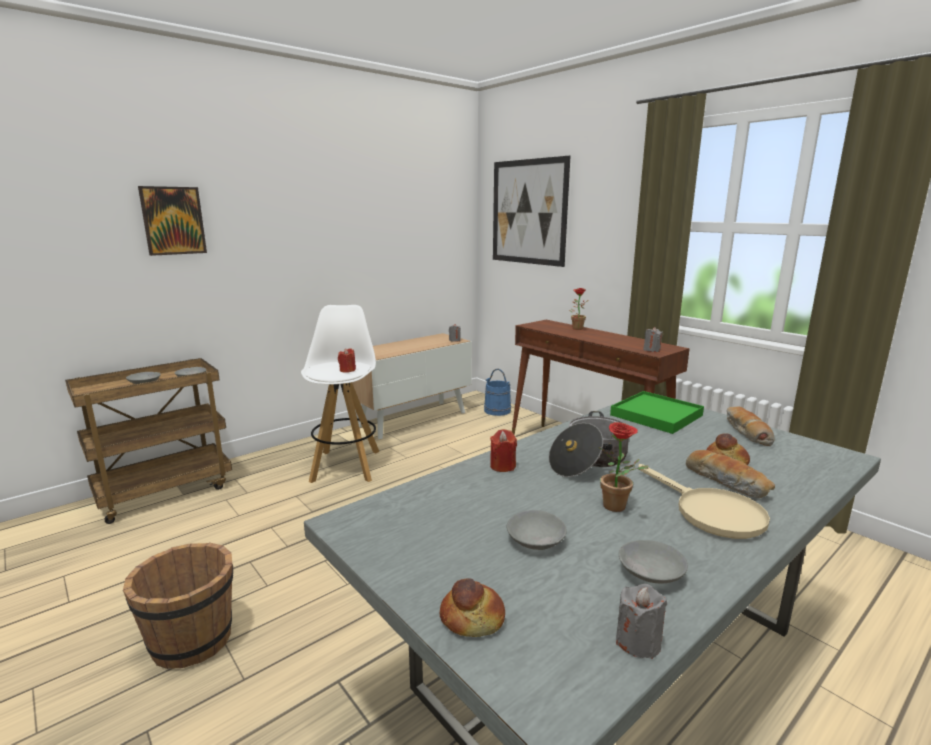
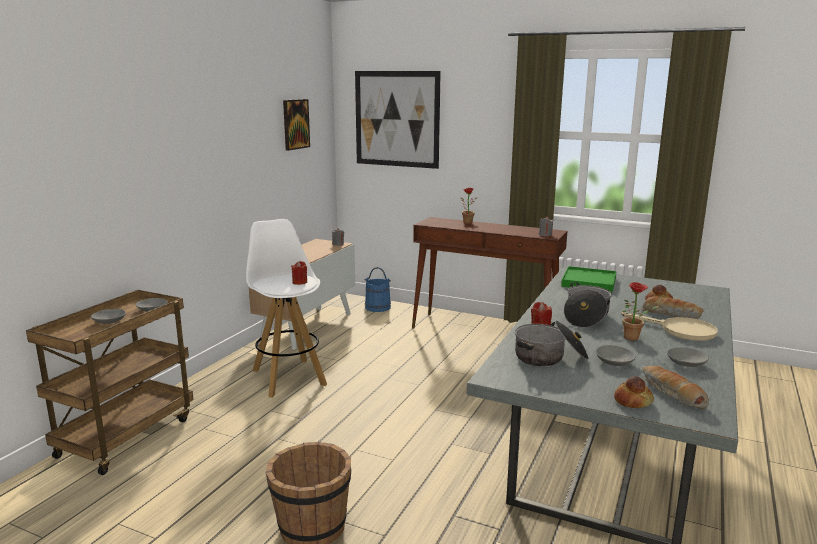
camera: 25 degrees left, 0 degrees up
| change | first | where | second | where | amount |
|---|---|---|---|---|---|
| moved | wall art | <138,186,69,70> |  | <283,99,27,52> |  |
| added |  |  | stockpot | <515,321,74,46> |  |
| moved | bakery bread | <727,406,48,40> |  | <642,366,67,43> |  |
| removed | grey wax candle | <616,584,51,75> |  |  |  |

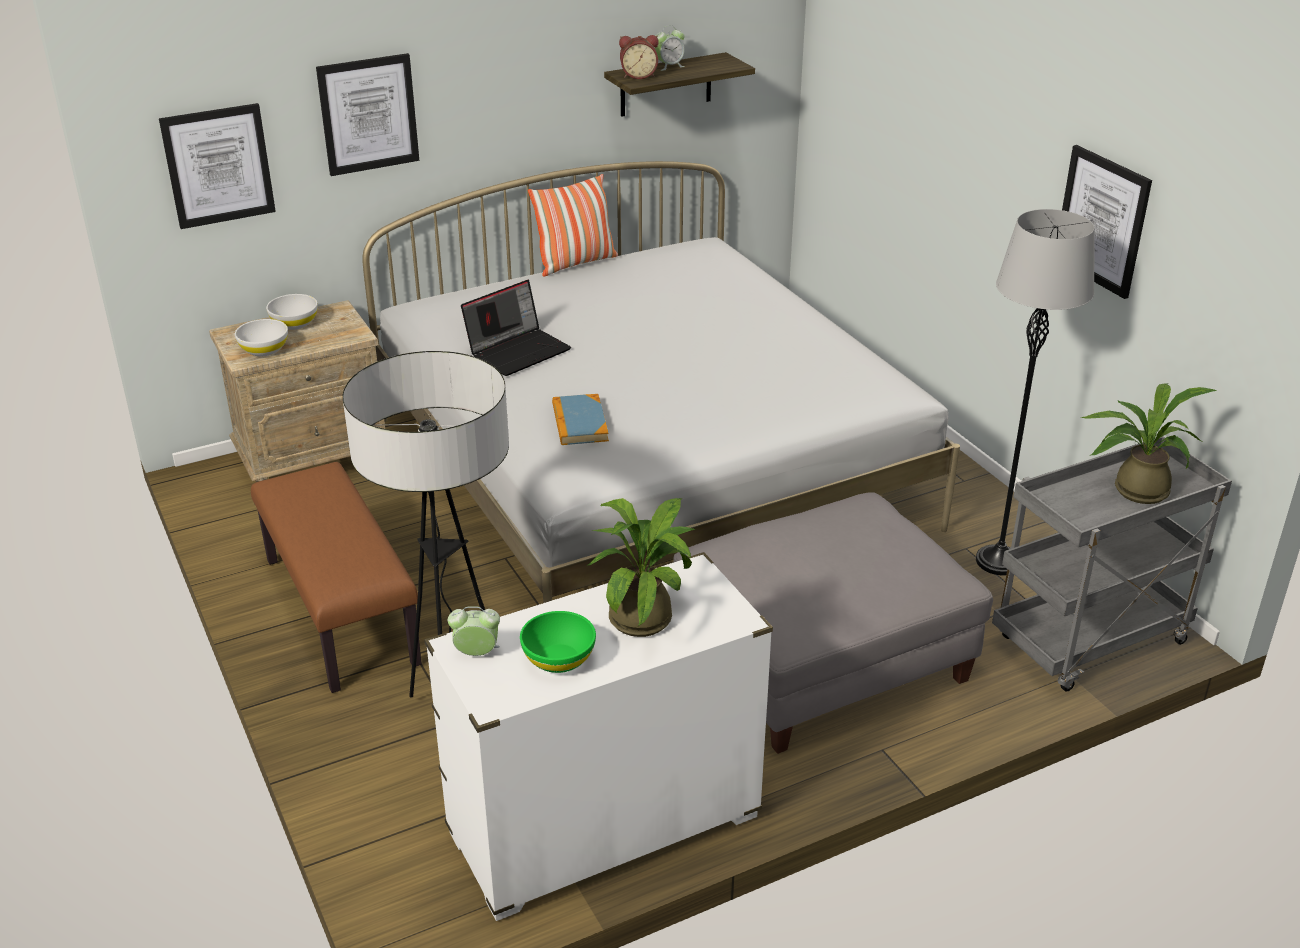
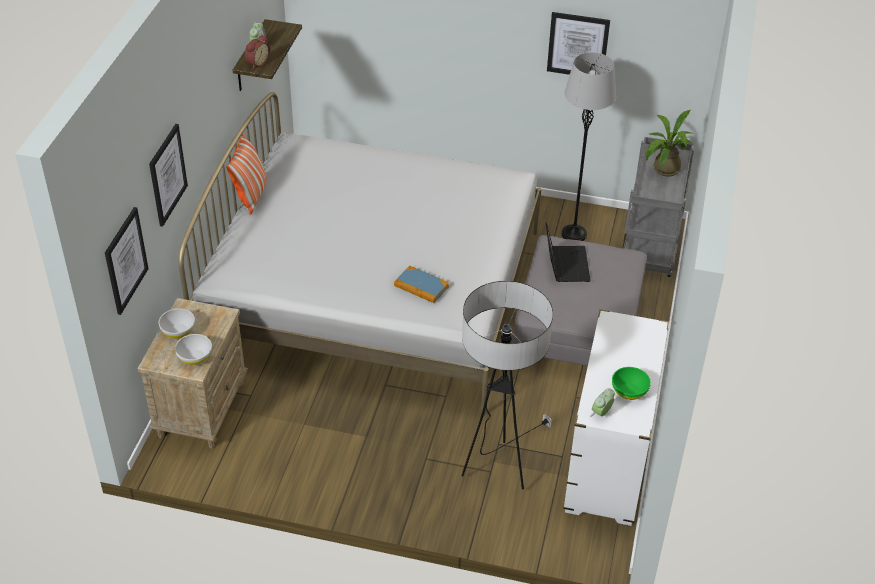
camera: 50 degrees left, 10 degrees up
| change | first | where | second | where | amount |
|---|---|---|---|---|---|
| moved | notebook computer | <461,280,110,96> |  | <546,222,45,60> |  |
| removed | brown long seat | <251,462,171,231> |  |  |  |
| removed | potted plant | <587,498,109,139> |  |  |  |

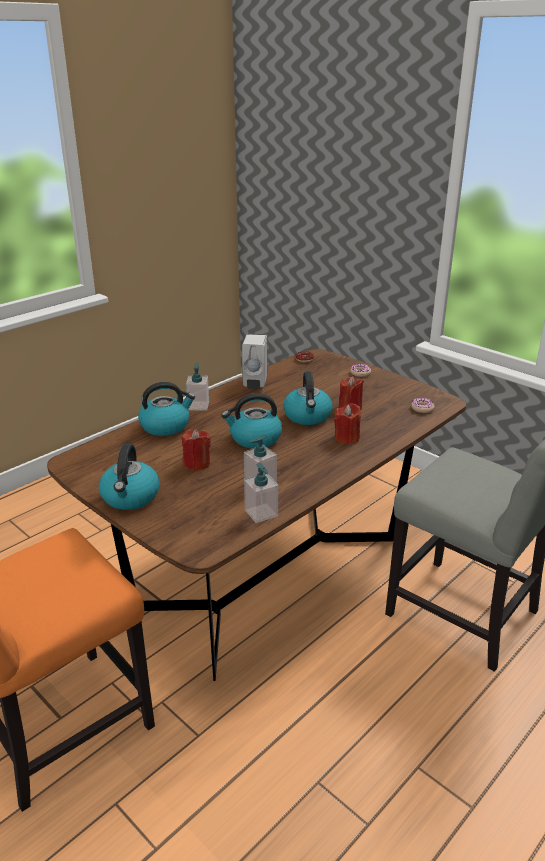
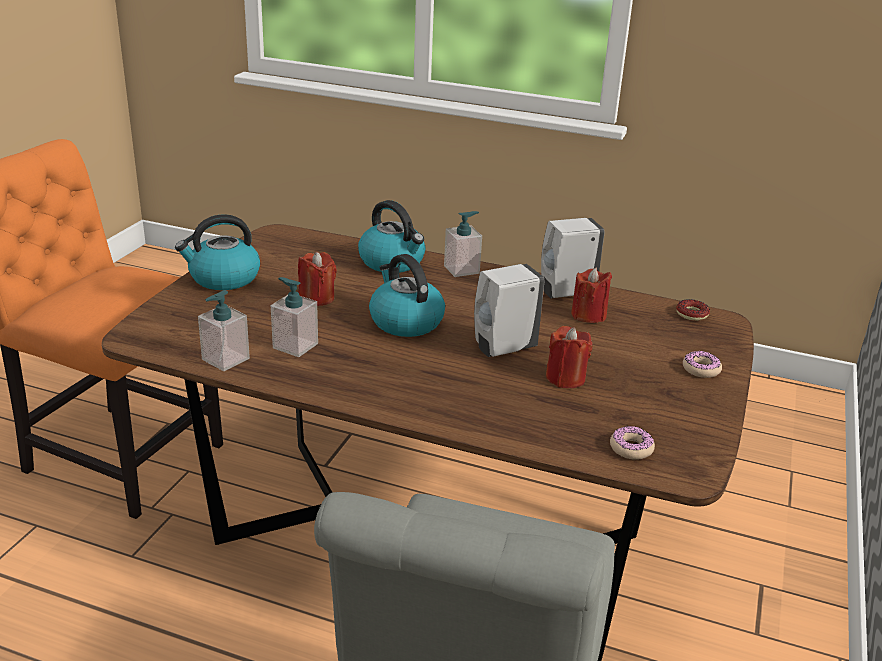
camera: 65 degrees right, 0 degrees up
| change | first | where | second | where | amount |
|---|---|---|---|---|---|
| replaced | water kettle | <283,371,49,54> | whitish soap bottle | <474,264,71,93> |  |
| moved | reddish wax candle | <334,403,27,41> |  | <571,268,41,55> |  |

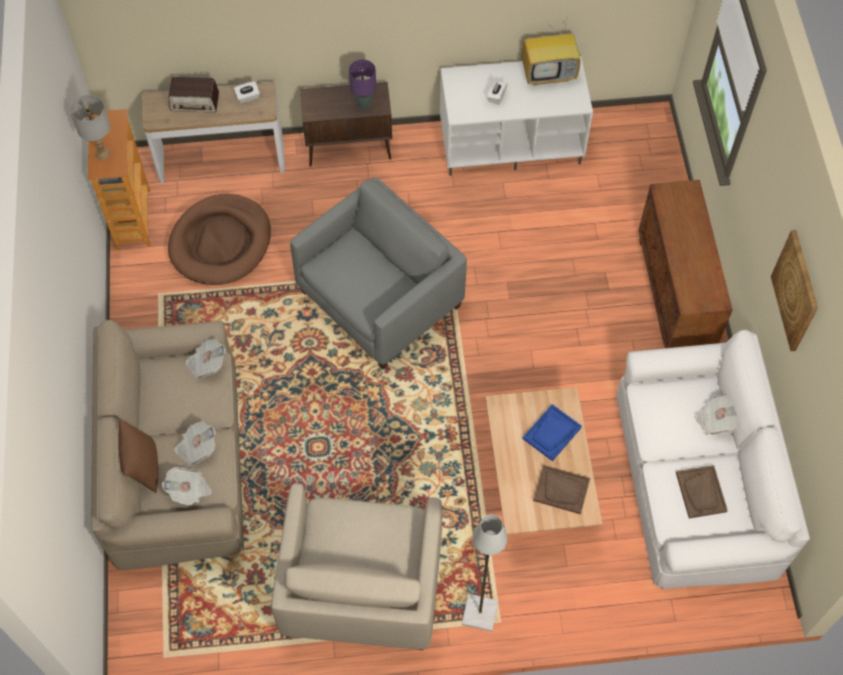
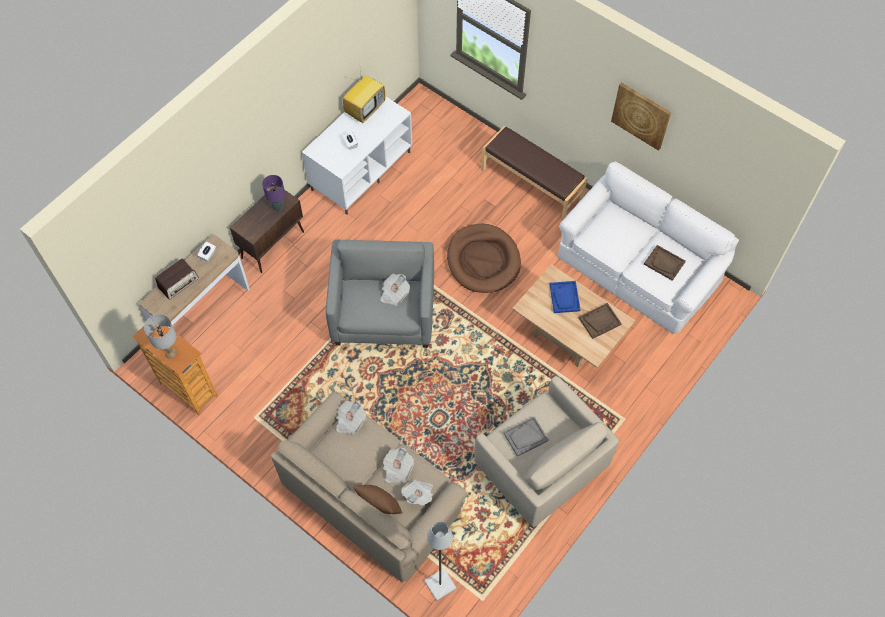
camera: 45 degrees left, 0 degrees up
| change | first | where | second | where | amount |
|---|---|---|---|---|---|
| moved | newspaper | <694,396,45,39> |  | <381,274,29,32> |  |
| moved | grey standing lamp | <462,514,45,117> |  | <424,521,32,80> |  |
| moved | brown pet bed | <168,194,103,91> |  | <447,224,74,69> |  |
| replaced | brown cupboard | <638,180,95,168> | brown long seat | <482,126,105,96> |  |
| added |  |  | grey serving tray | <503,417,46,40> |  |

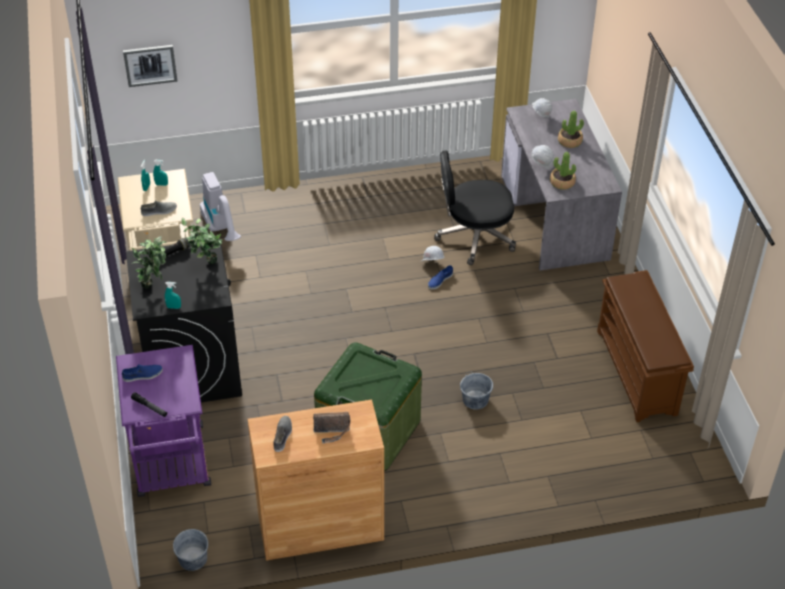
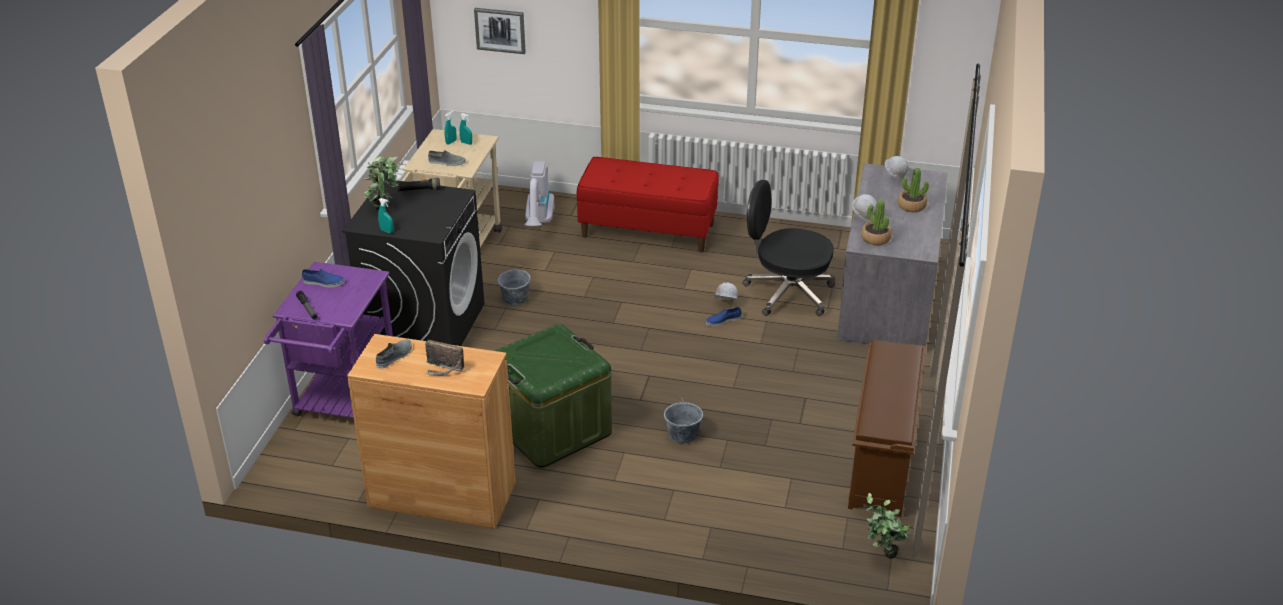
camera: 25 degrees right, 10 degrees down
| change | first | where | second | where | amount |
|---|---|---|---|---|---|
| moved | grey pail | <173,529,35,42> |  | <498,263,33,42> |  |
| added |  |  | reddish long seat | <577,157,142,96> |  |
| moved | potted plant | <182,217,40,47> |  | <866,493,44,66> |  |

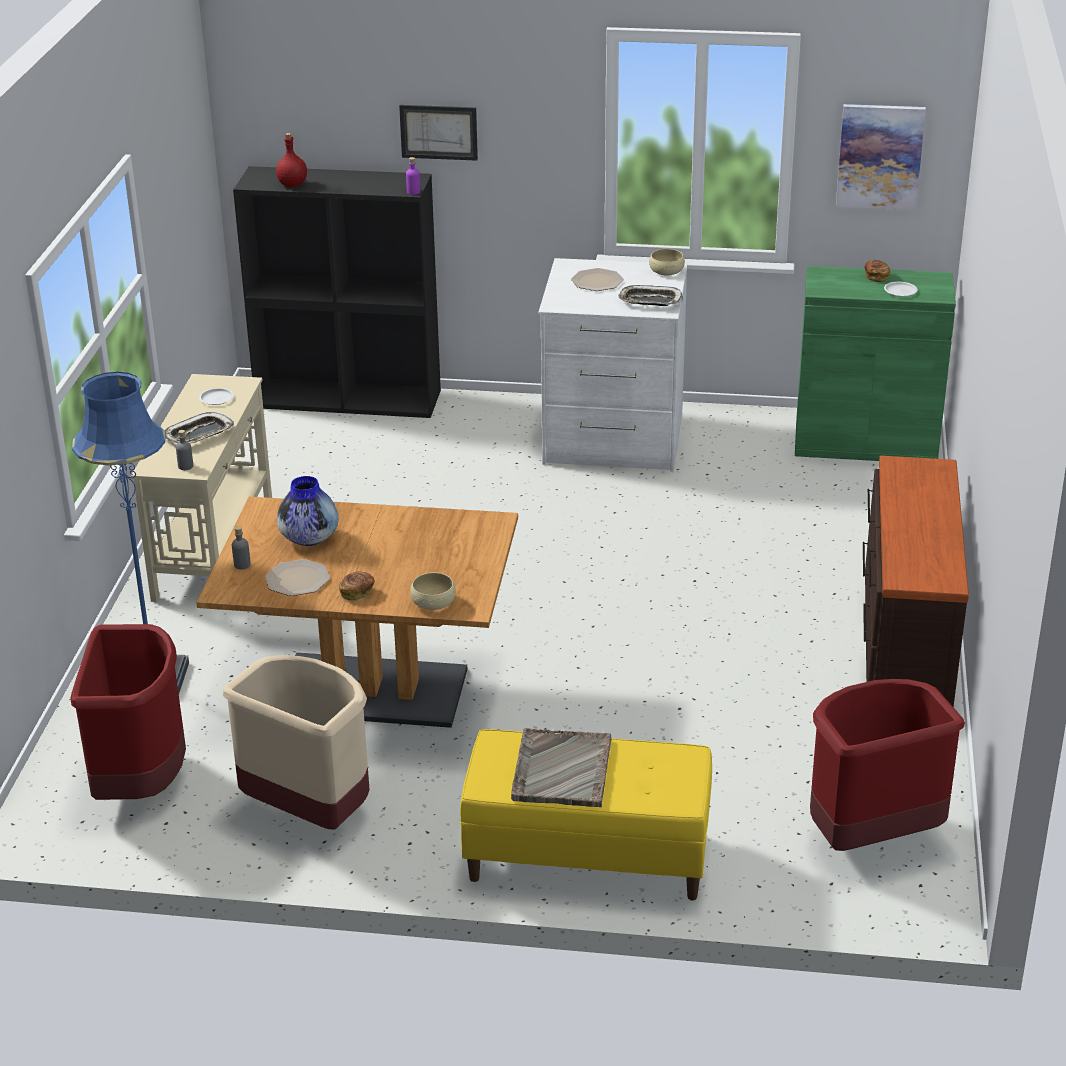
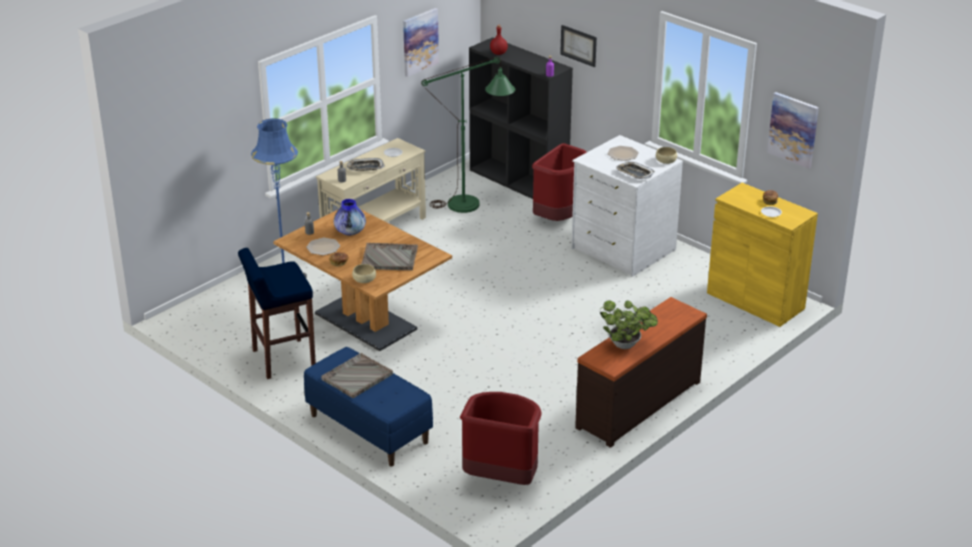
camera: 35 degrees right, 0 degrees up
| change | first | where | second | where | amount |
|---|---|---|---|---|---|
| replaced | beige rubbish bin | <222,655,147,175> | blue-coloured stool seat | <238,248,78,131> |  |
| recoloured | yellow long seat | <460,729,252,171> | blue-coloured long seat | <304,347,129,120> |  |
| added |  |  | grey serving tray | <361,243,57,27> |  |
| added |  |  | wall art | <403,8,36,69> |  |
| added |  |  | greenish standing lamp | <421,57,94,156> |  |
| moved | reddish rubbish bin | <70,624,116,176> |  | <532,143,55,78> |  |
| added |  |  | potted plant | <600,300,58,49> |  |
| recoloured | greenish cupboard | <795,266,161,195> | yellow cupboard | <707,183,111,144> |  |

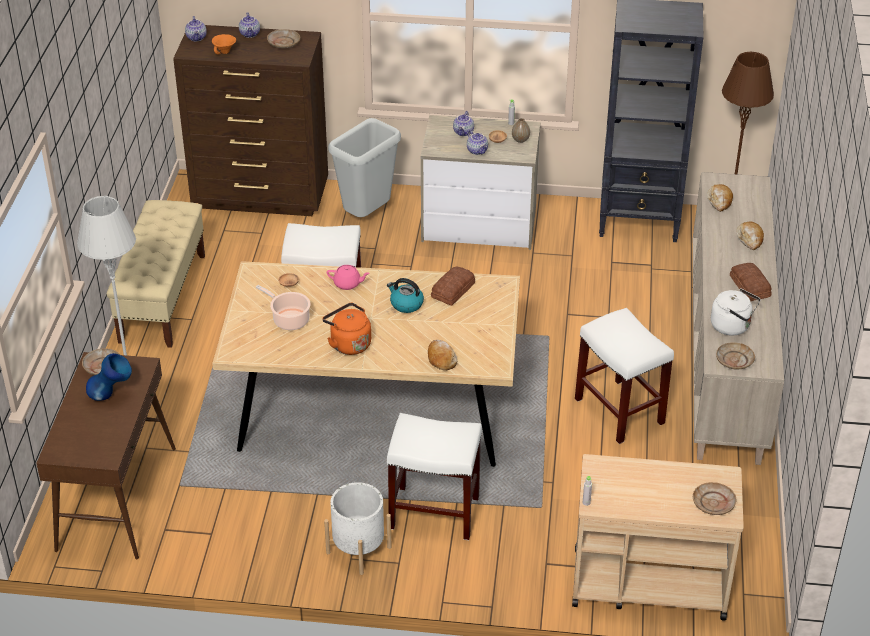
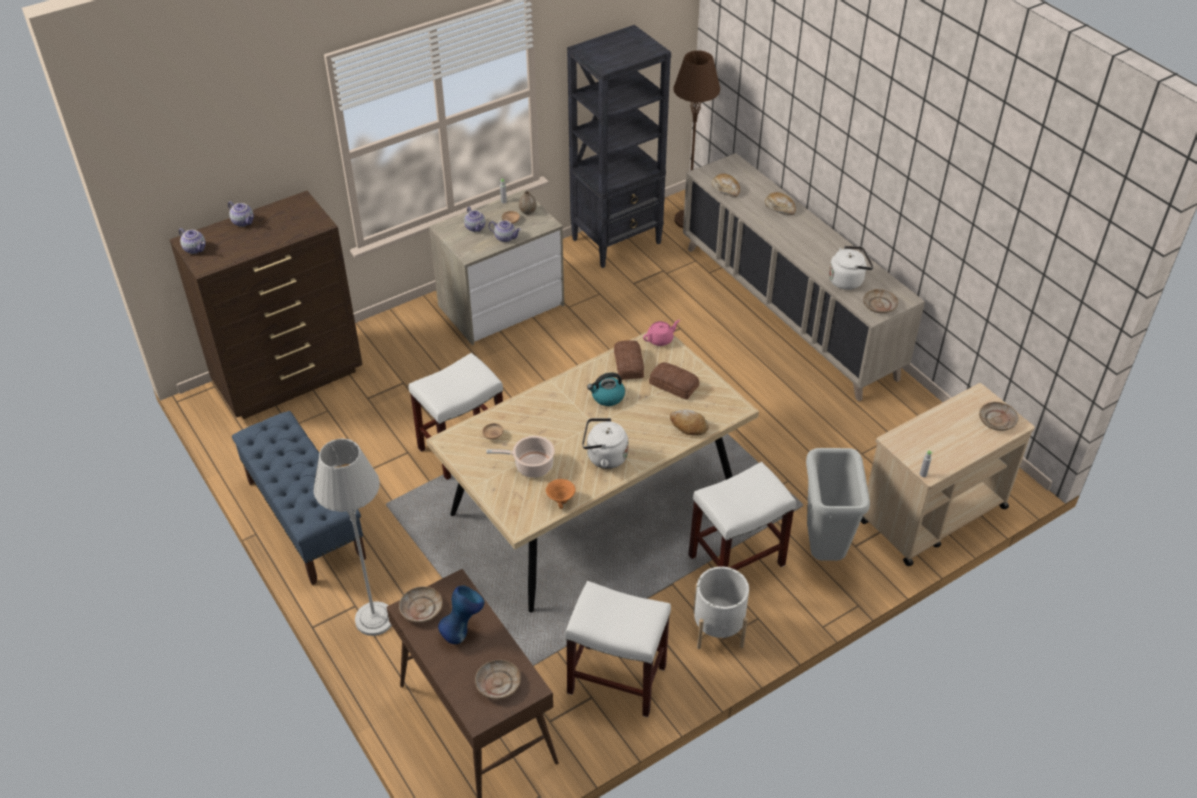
camera: 40 degrees left, 5 degrees up
| change | first | where | second | where | amount |
|---|---|---|---|---|---|
| recoloured | beige long seat | <107,200,98,148> | blue-coloured long seat | <232,411,134,174> |  |
| moved | beige plate | <267,29,33,19> |  | <475,660,46,39> |  |
| moved | orange-coloured serving bowl | <212,34,24,21> |  | <546,479,30,30> |  |
| moved | whitish stool seat | <575,308,99,136> |  | <565,581,106,136> |  |
| recoloured | orange-coloured water kettle | <322,303,49,52> | whitish water kettle | <582,418,46,51> |  |
| moved | pink teapot | <327,265,43,25> |  | <643,320,37,26> |  |
| moved | bakery bread | <730,263,42,38> |  | <649,362,50,38> |  |
| moved | grey rubbish bin | <328,118,73,99> |  | <806,448,64,113> |  |

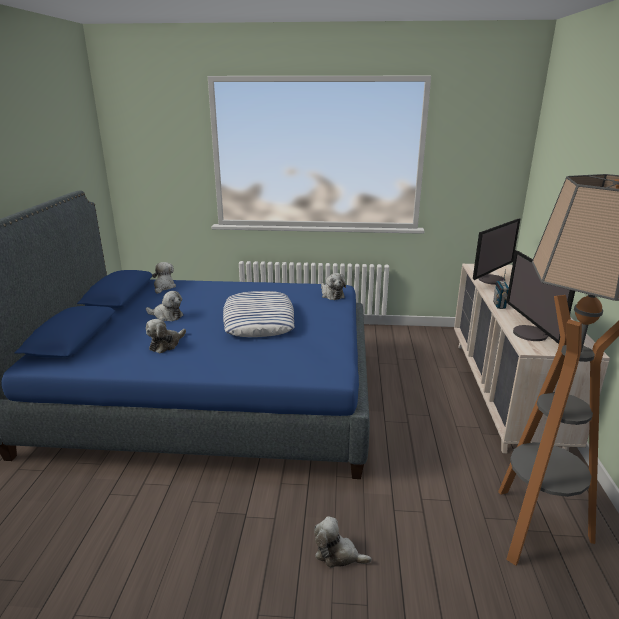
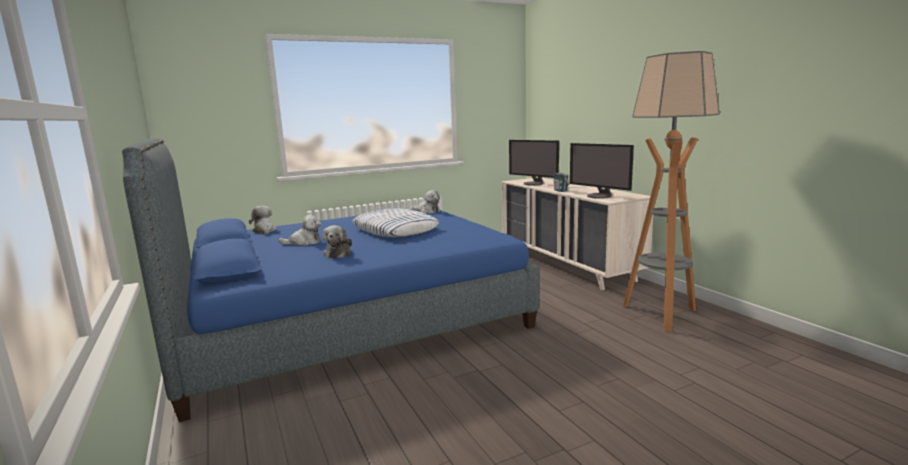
camera: 30 degrees left, 10 degrees down
| change | first | where | second | where | amount |
|---|---|---|---|---|---|
| turned | monitor | <473,218,48,67> |  | <509,140,50,46> | 120 degrees clockwise |
| removed | soft toy | <314,516,58,52> |  |  |  |

